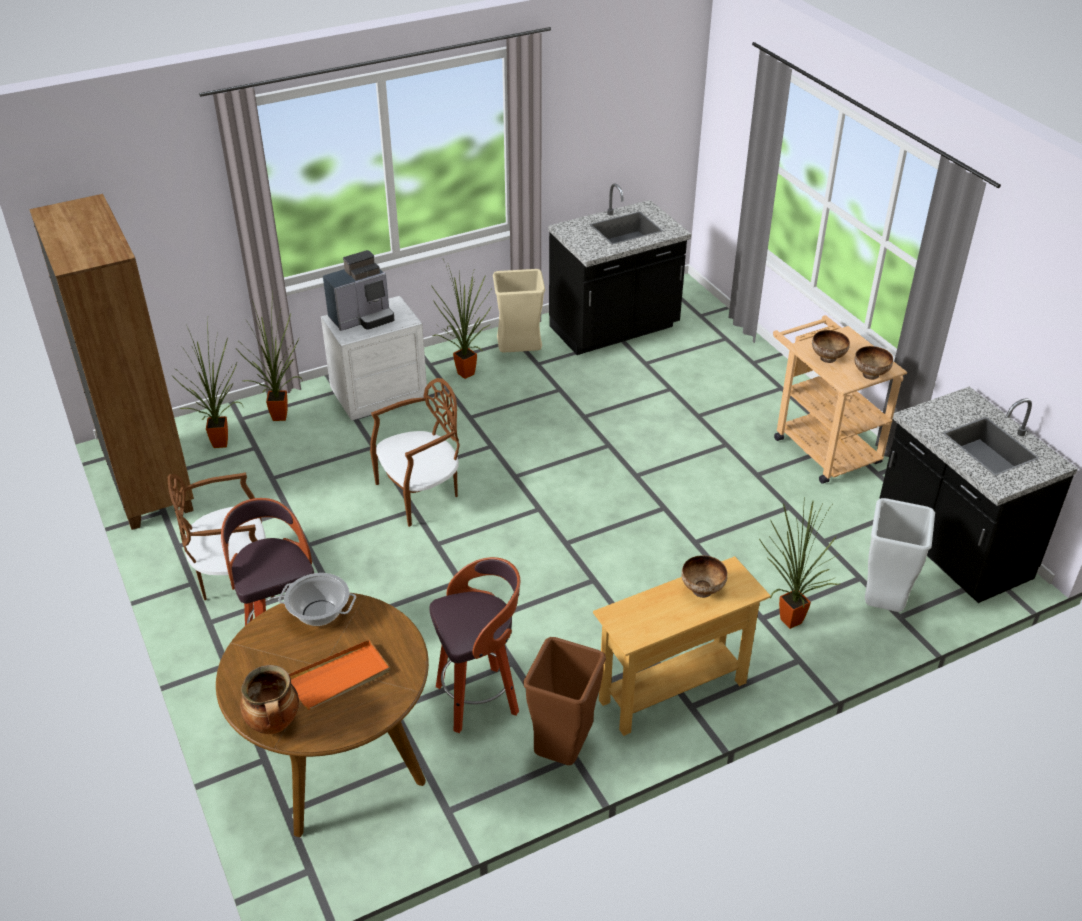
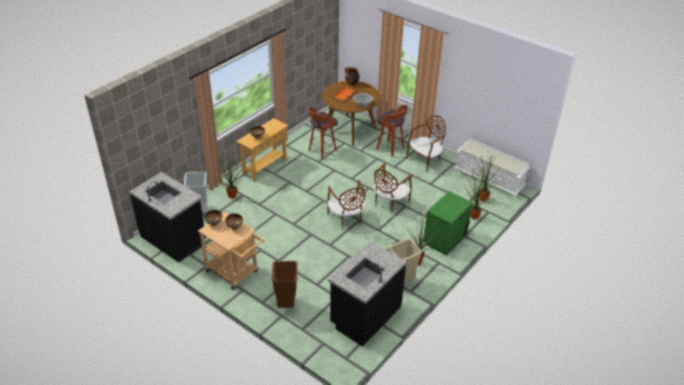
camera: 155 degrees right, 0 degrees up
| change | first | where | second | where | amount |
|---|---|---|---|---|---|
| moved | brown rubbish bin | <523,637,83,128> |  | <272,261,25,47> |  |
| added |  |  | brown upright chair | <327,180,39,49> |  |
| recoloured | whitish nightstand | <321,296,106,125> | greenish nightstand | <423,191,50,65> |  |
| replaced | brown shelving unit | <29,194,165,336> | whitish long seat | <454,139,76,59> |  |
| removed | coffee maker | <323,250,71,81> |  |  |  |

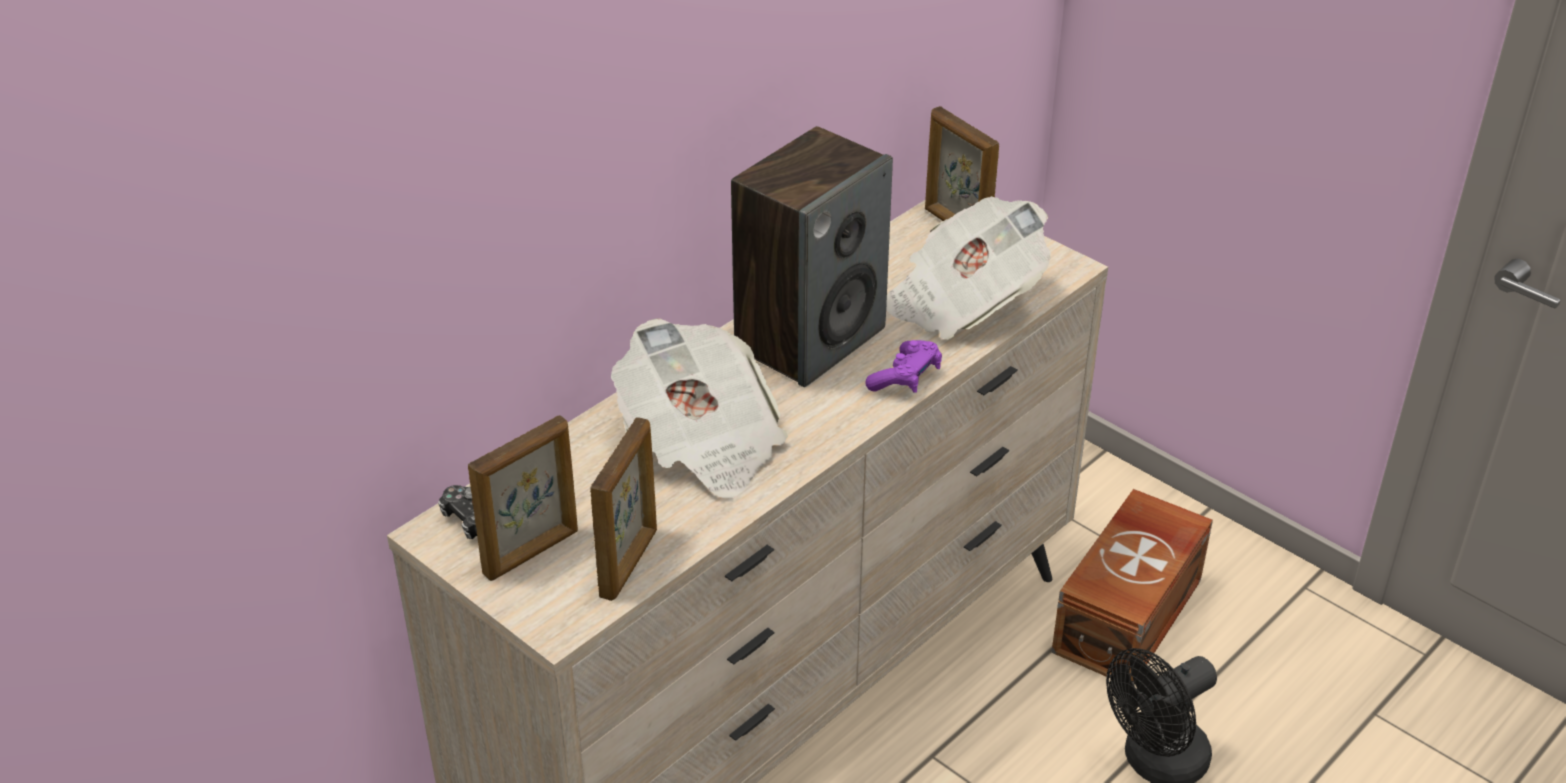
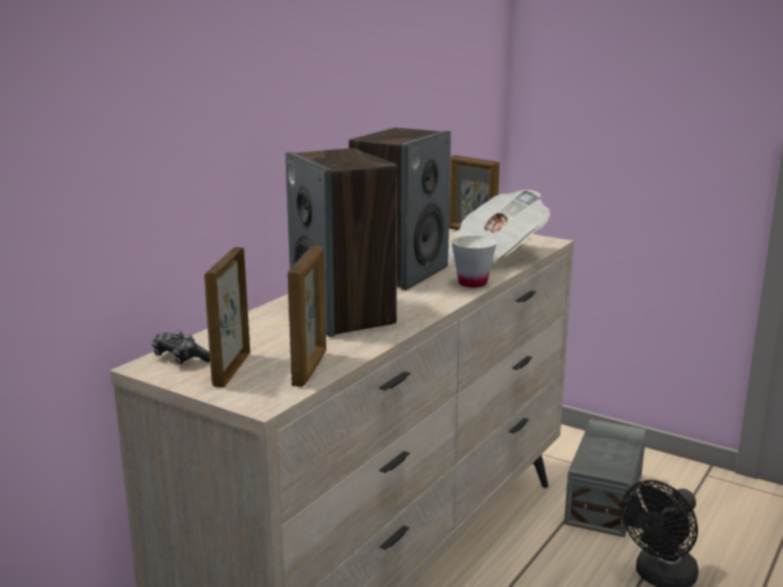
camera: 10 degrees left, 20 degrees down
| change | first | where | second | where | amount |
|---|---|---|---|---|---|
| turned | photo frame | <468,415,110,166> |  | <204,247,46,140> | 150 degrees clockwise |
| replaced | newspaper | <611,318,177,180> | speaker | <285,148,112,189> |  |
| replaced | purplish game controller | <866,340,76,53> | whitish cup | <451,236,46,51> |  |
| recoloured | brown storage box | <1051,489,162,196> | grey storage box | <564,419,82,118> |  |

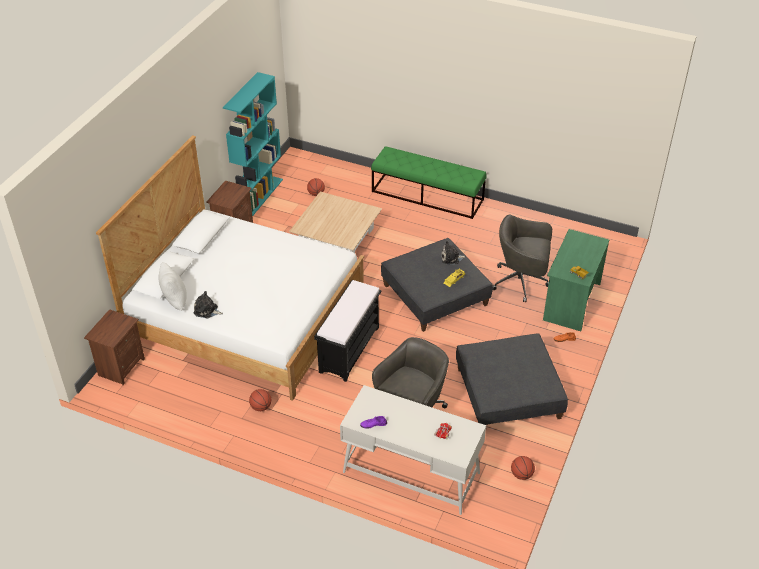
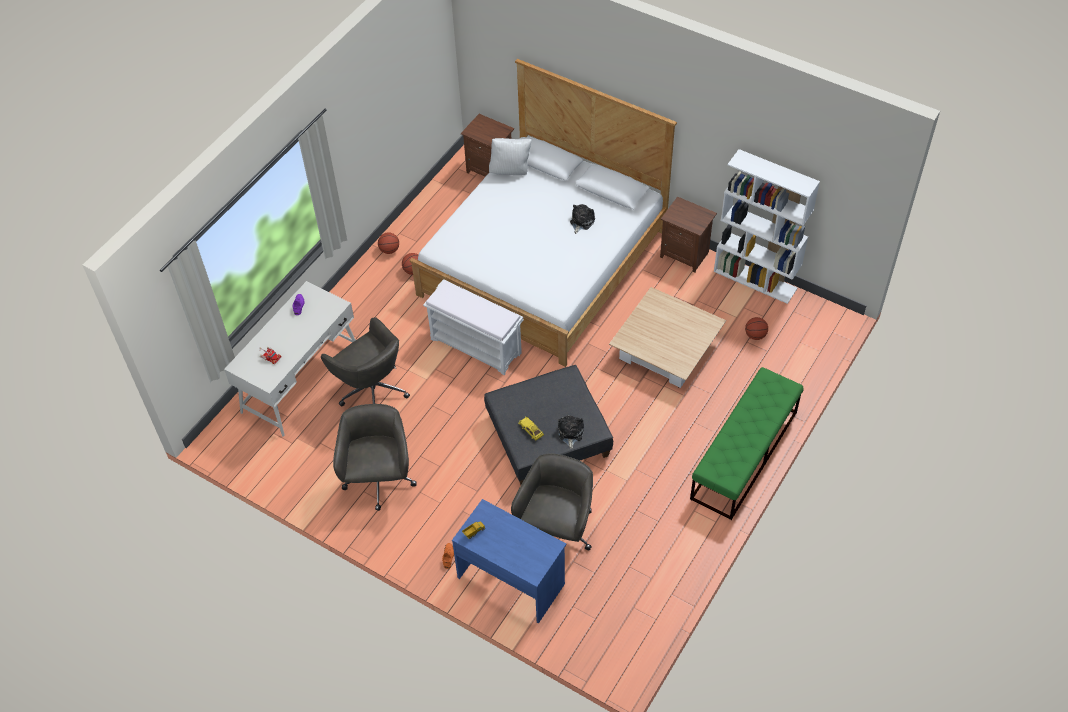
camera: 100 degrees right, 10 degrees up
| change | first | where | second | where | amount |
|---|---|---|---|---|---|
| replaced | grey pouffe | <456,333,112,92> | grey desk chair | <333,404,84,107> |  |
| moved | ball for basketball | <511,456,24,24> |  | <378,232,21,22> |  |
| recoloured | black-coloured long seat | <314,280,68,102> | whitish long seat | <423,279,101,96> |  |
| recoloured | greenish desk unit | <543,229,66,102> | blue-coloured desk unit | <452,499,114,124> |  |
| moved | soft toy | <194,291,29,27> |  | <570,204,25,30> |  |
| recoloured | turquoise-coloured shelving unit | <223,72,60,144> | whitish shelving unit | <714,149,106,155> |  |

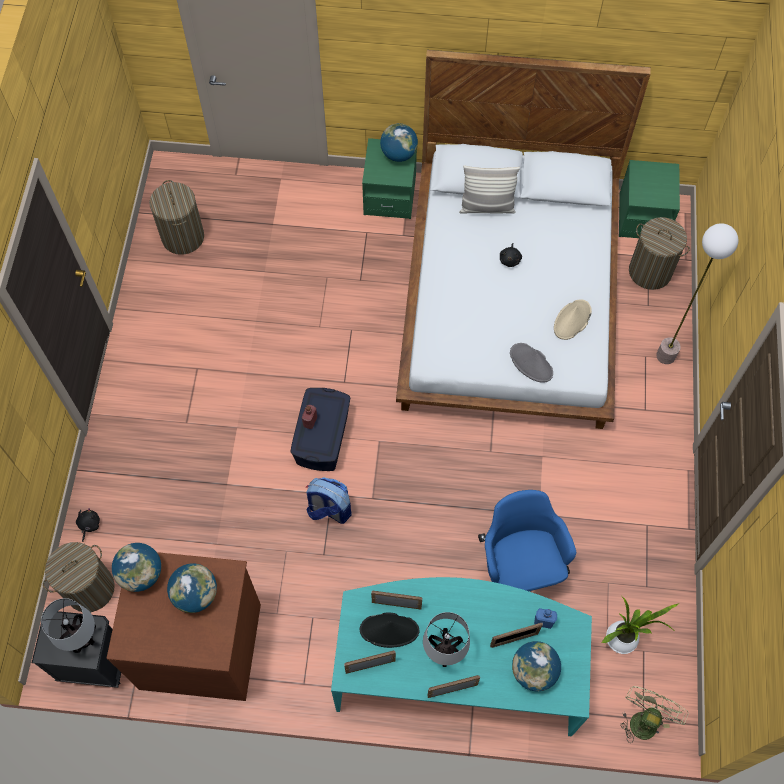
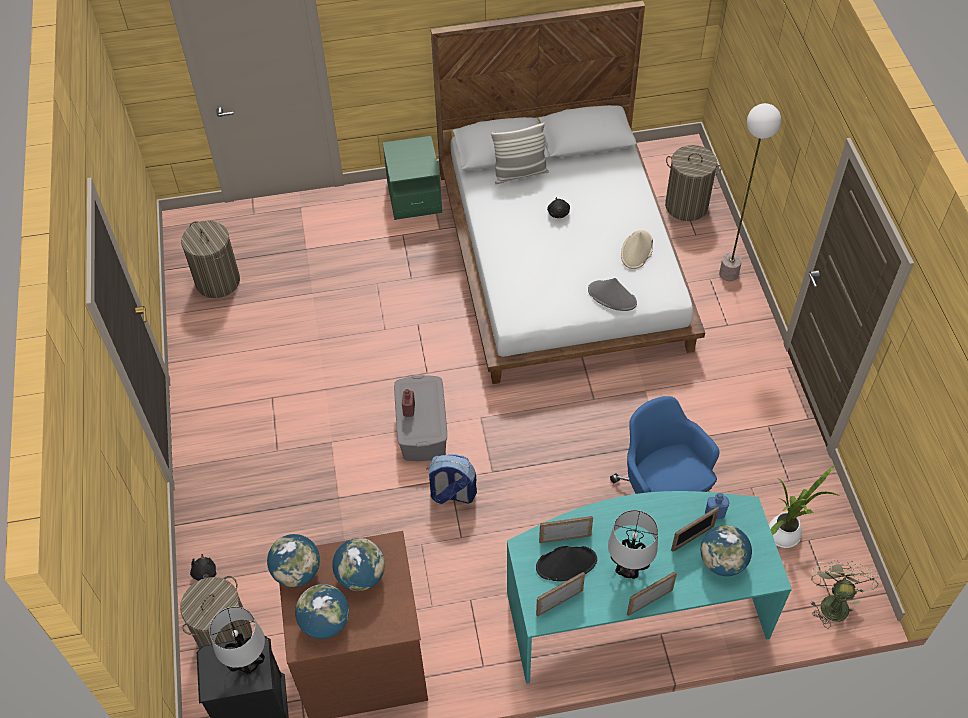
camera: 15 degrees left, 10 degrees down
| change | first | where | second | where | amount |
|---|---|---|---|---|---|
| moved | world globe | <380,123,38,39> |  | <295,584,54,55> |  |
| recoloured | blue-coloured storage box | <290,388,60,83> | grey storage box | <394,375,53,86> |  |
| removed | greenish nightstand | <619,160,61,78> |  |  |  |

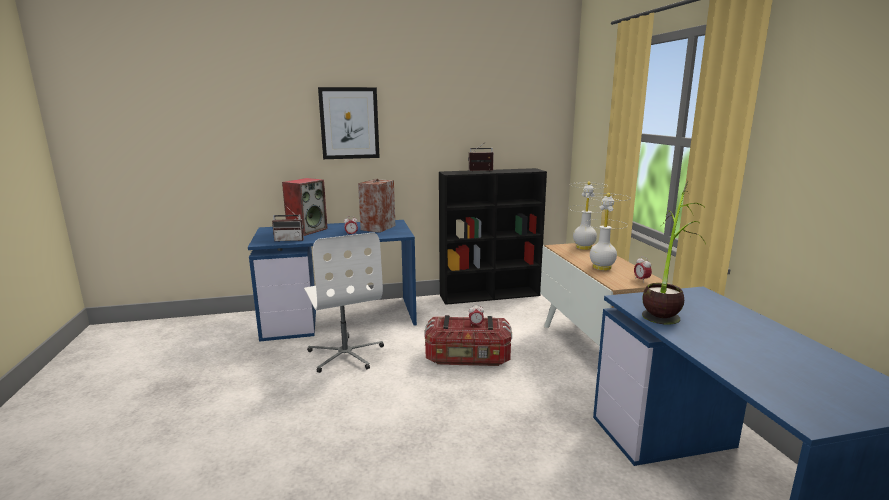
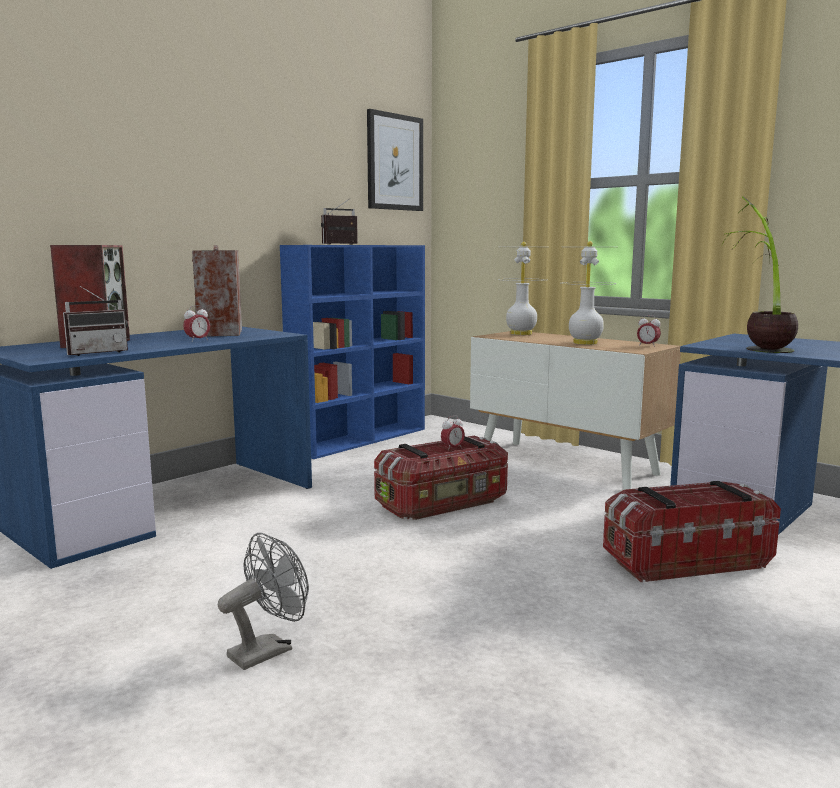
camera: 35 degrees left, 5 degrees down
| change | first | where | second | where | amount |
|---|---|---|---|---|---|
| added |  |  | grey cooling fan | <218,533,91,137> |  |
| recoloured | black-coloured shelving unit | <439,168,108,137> | blue-coloured shelving unit | <280,245,145,214> |  |
| moved | wall art | <318,87,62,72> |  | <367,109,56,102> |  |
| added |  |  | storage box | <603,481,178,101> |  |
| removed | whitish desk chair | <304,232,80,141> |  |  |  |

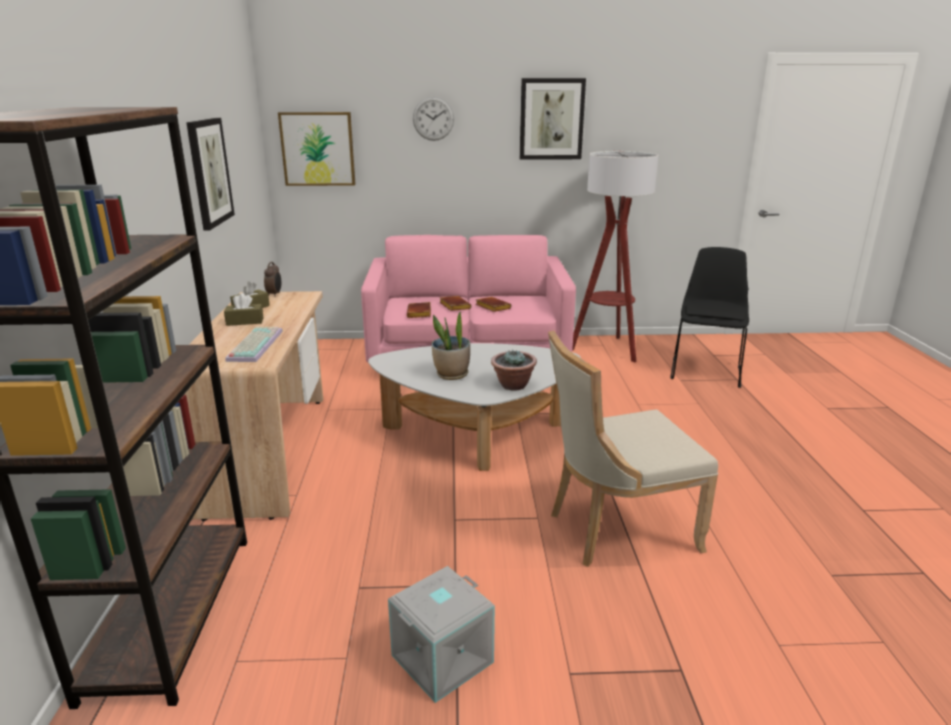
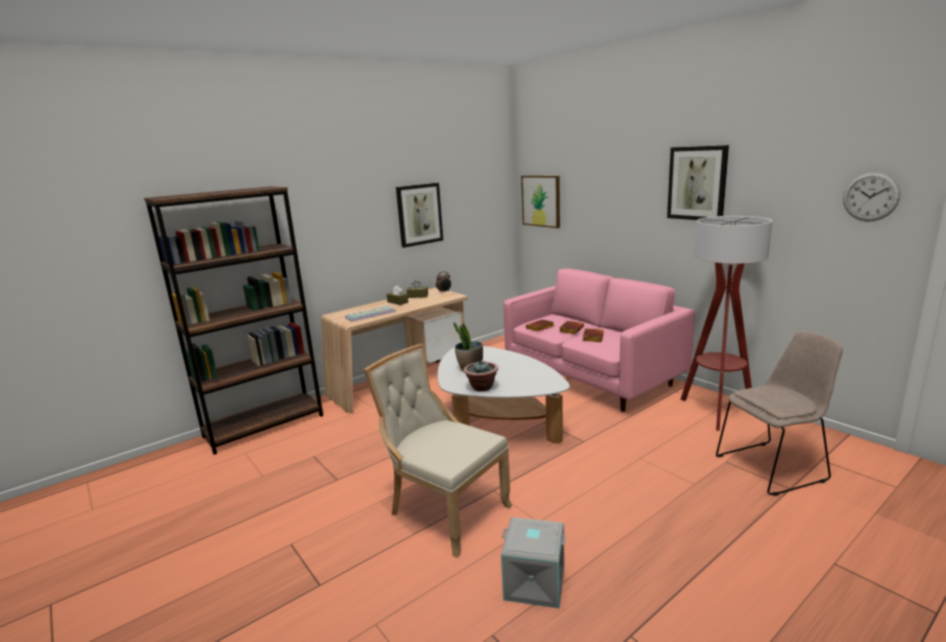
camera: 55 degrees right, 5 degrees down
| change | first | where | second | where | amount |
|---|---|---|---|---|---|
| moved | grey storage box | <388,566,107,137> |  | <501,517,65,92> |  |
| recoloured | black-coloured upright chair | <670,247,79,141> | beige upright chair | <716,331,127,165> |  |
| moved | clock on the wall | <413,97,41,44> |  | <843,172,57,50> |  |

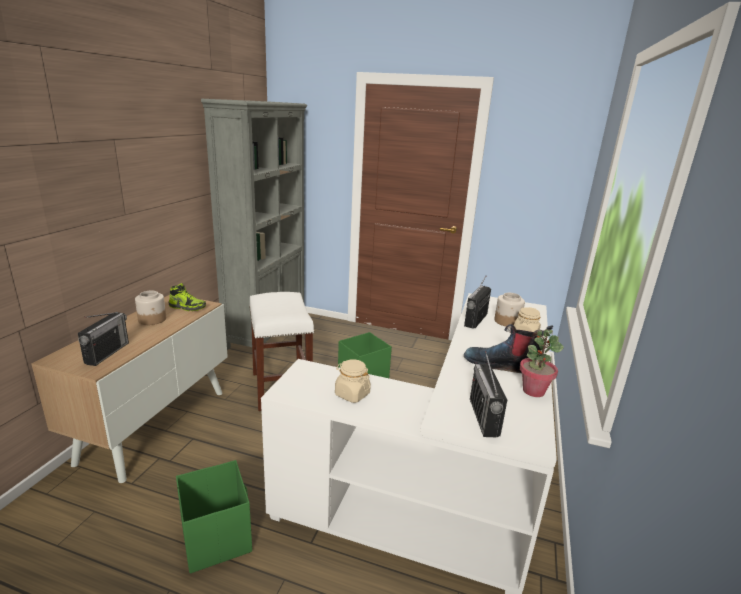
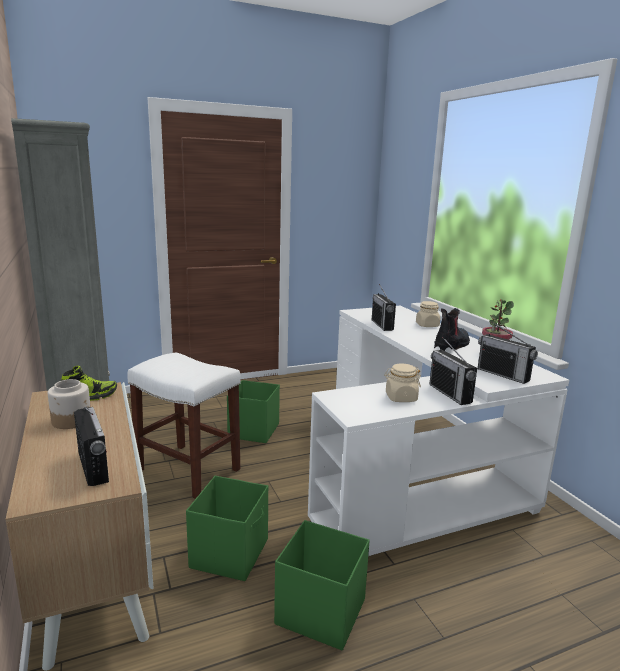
camera: 40 degrees left, 5 degrees down
| change | first | where | second | where | amount |
|---|---|---|---|---|---|
| added |  |  | greenish storage box | <186,476,82,105> |  |
| added |  |  | radio set | <429,337,48,68> |  |
| turned | boot | <464,324,89,49> |  | <434,308,36,43> | 150 degrees clockwise |
| removed | jar | <494,293,31,34> |  |  |  |

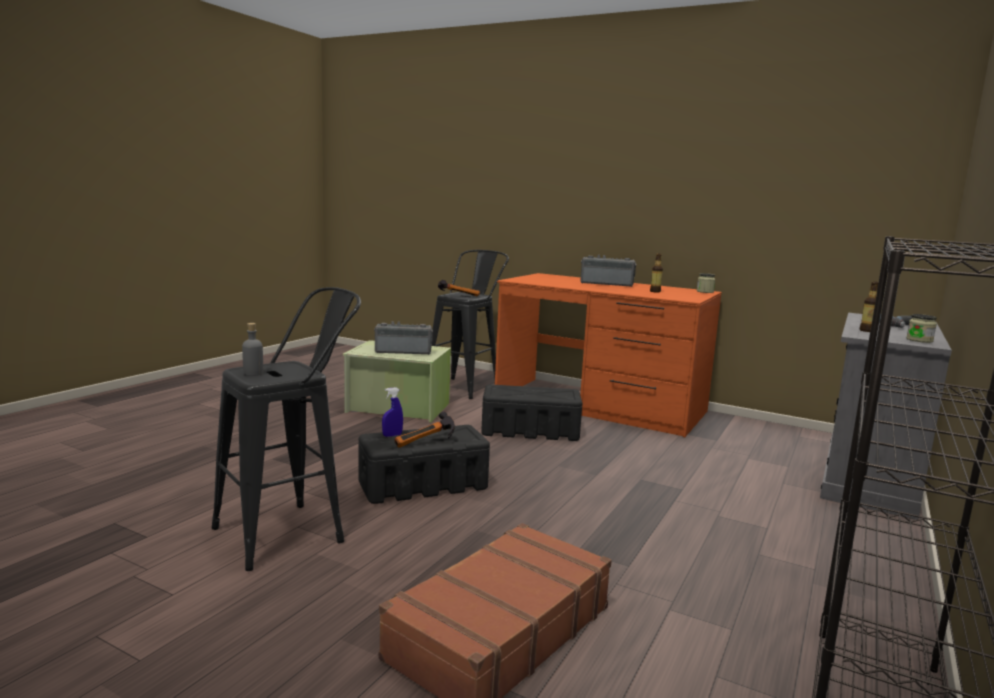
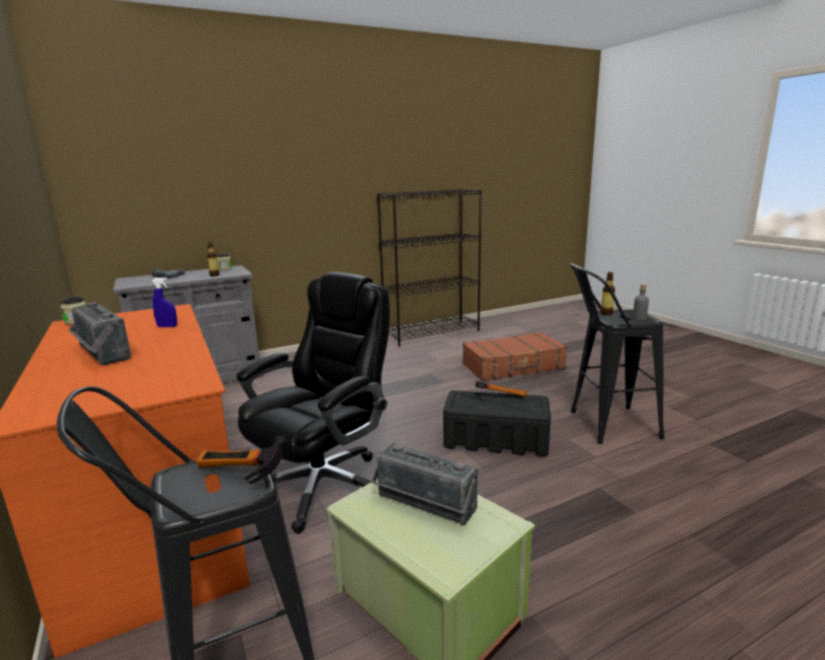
camera: 145 degrees left, 5 degrees up
| change | first | where | second | where | amount |
|---|---|---|---|---|---|
| moved | blue-coloured spray bottle | <382,387,21,50> |  | <152,278,25,49> |  |
| replaced | black-coloured storage box | <481,384,101,57> | black-coloured desk chair | <237,272,153,262> |  |
| moved | beverage bottle | <650,253,13,40> |  | <601,272,14,43> |  |

